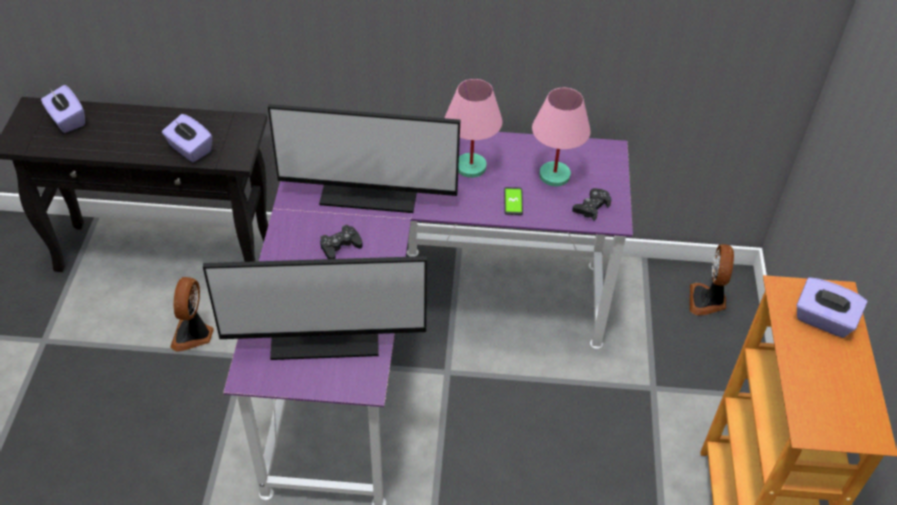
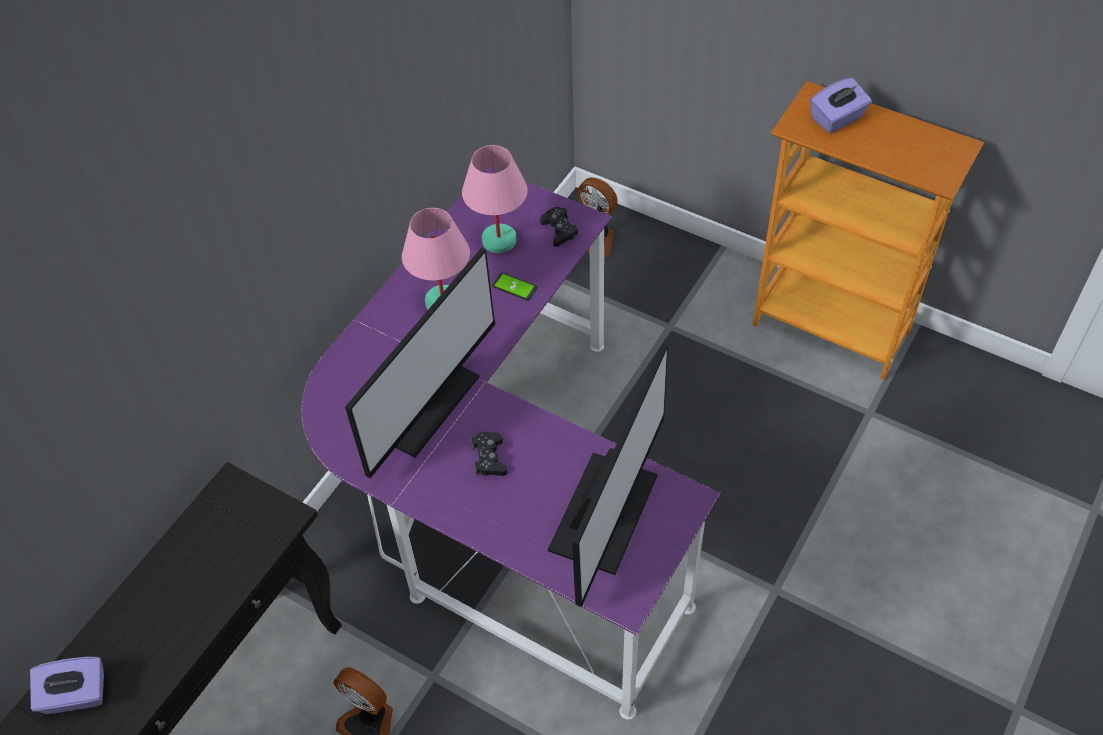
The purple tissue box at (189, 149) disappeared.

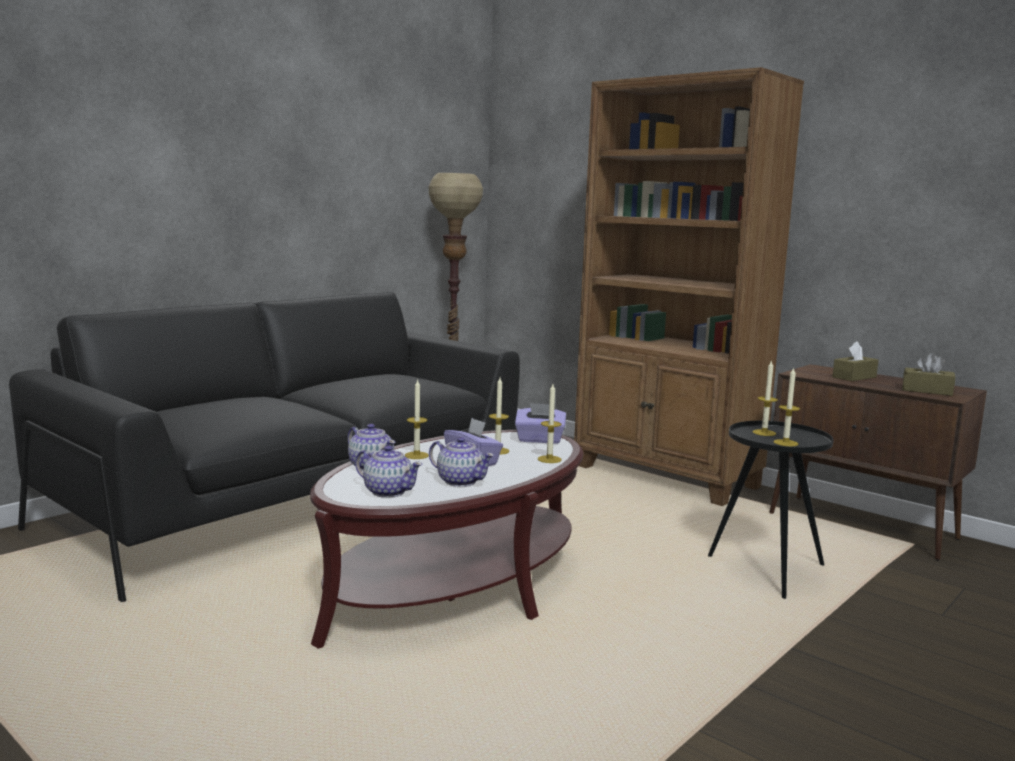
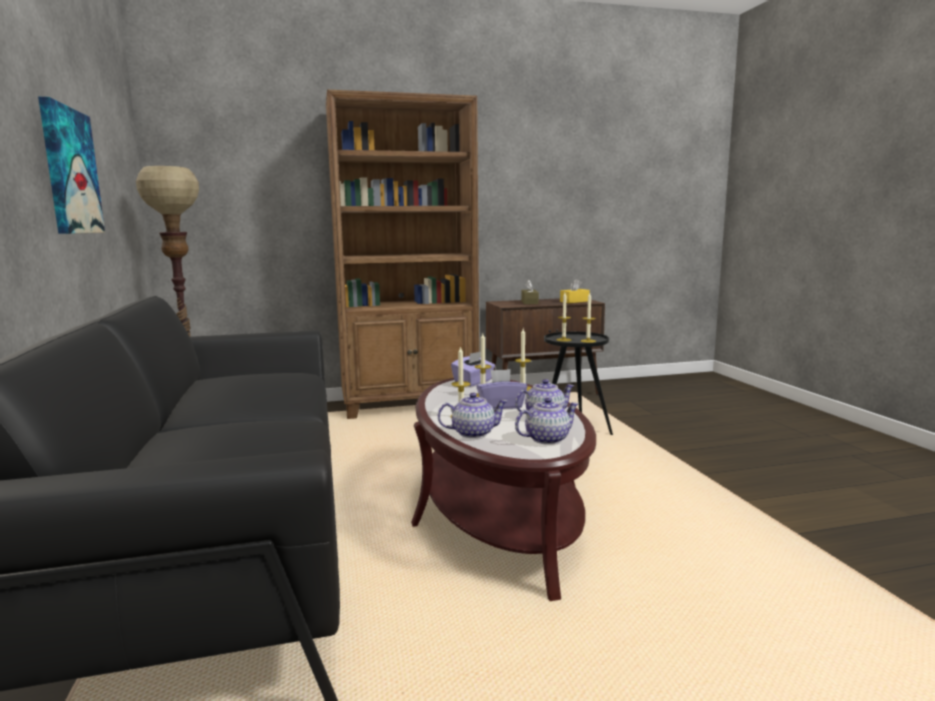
The picture at (70, 171) appeared.
The brown tissue box at (926, 391) became the yellow tissue box at (574, 301).

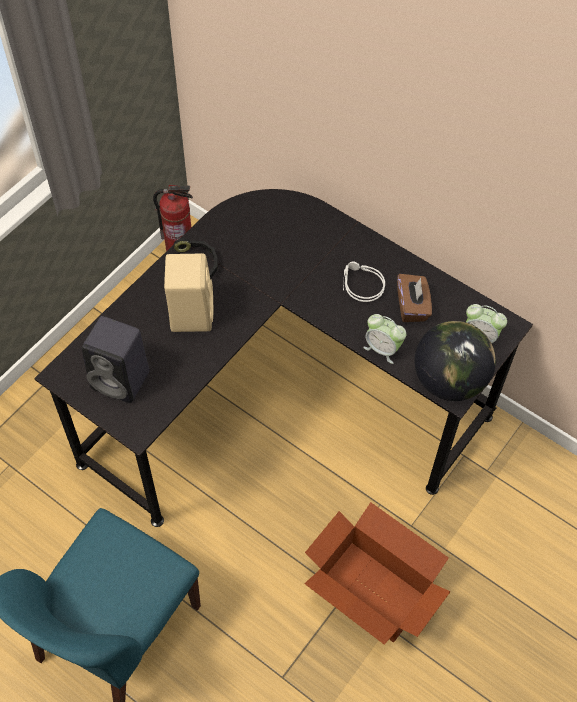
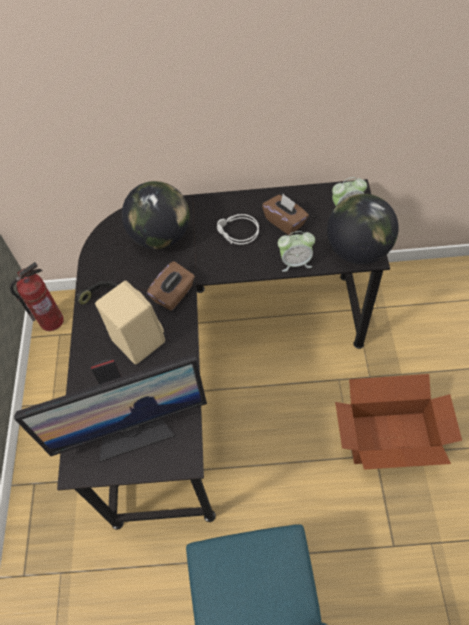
The globe at (161, 236) appeared.
The brown tissue box at (174, 294) appeared.
The black speaker at (122, 380) was replaced by the monitor at (133, 431).

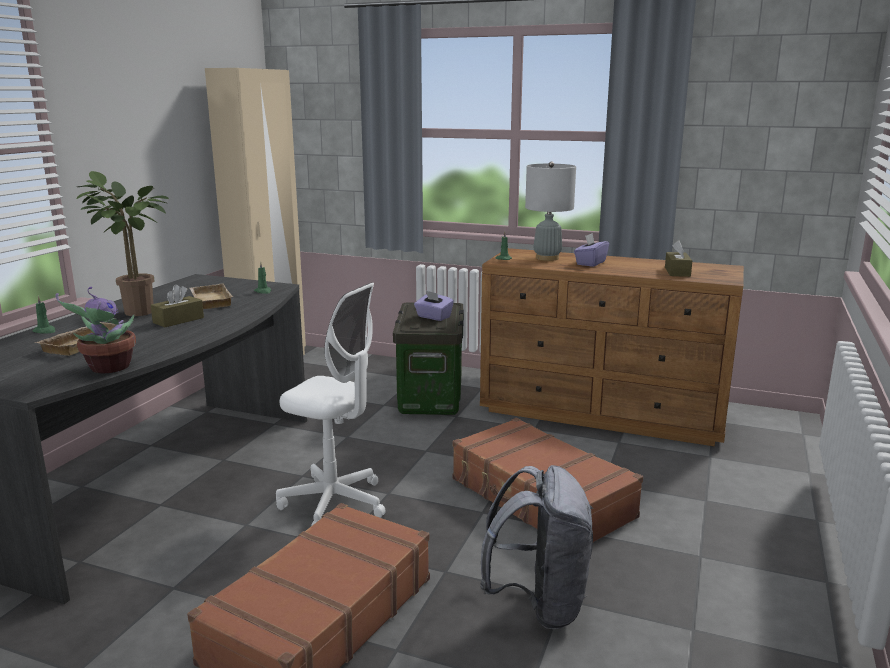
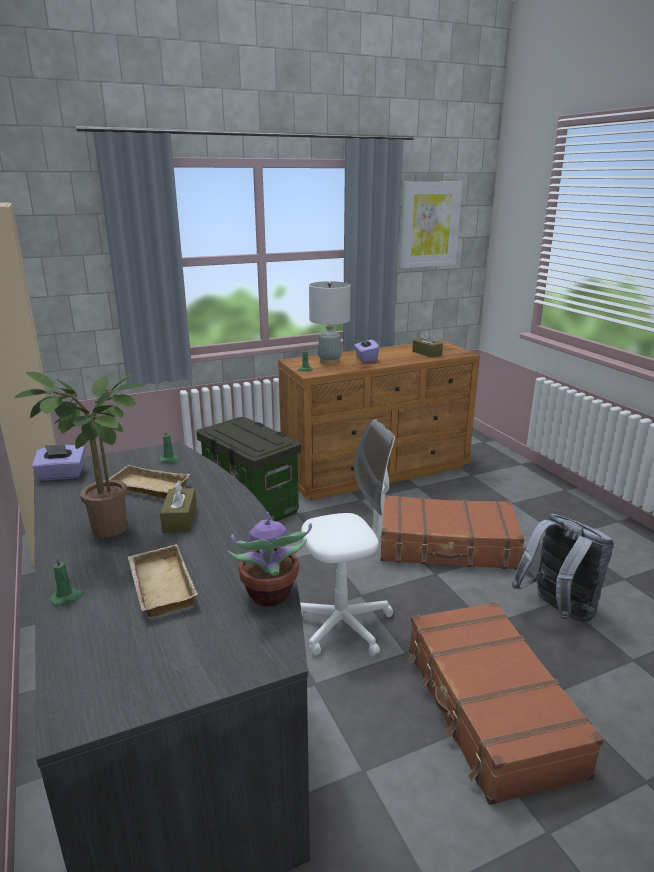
The picture at (429, 224) appeared.
The purple tissue box moved from (433, 317) to (62, 475).

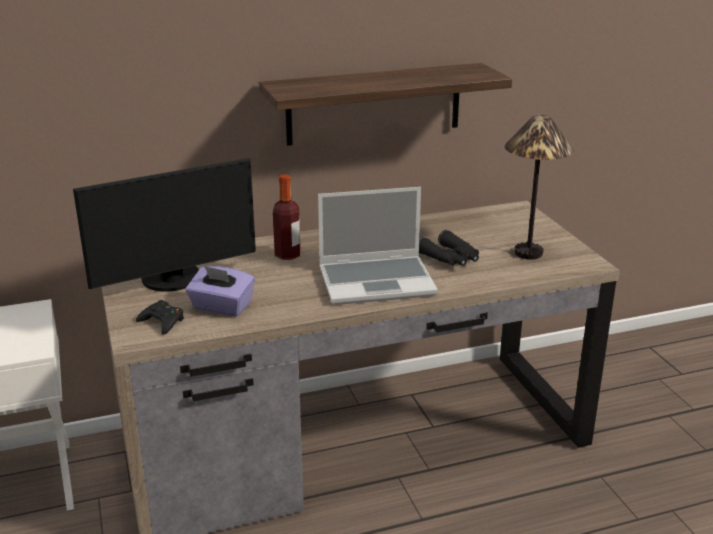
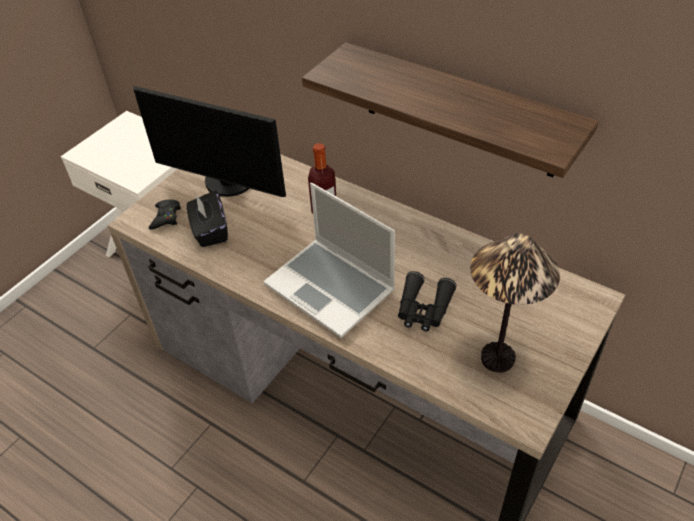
The purple tissue box at (221, 307) became the black tissue box at (210, 231).

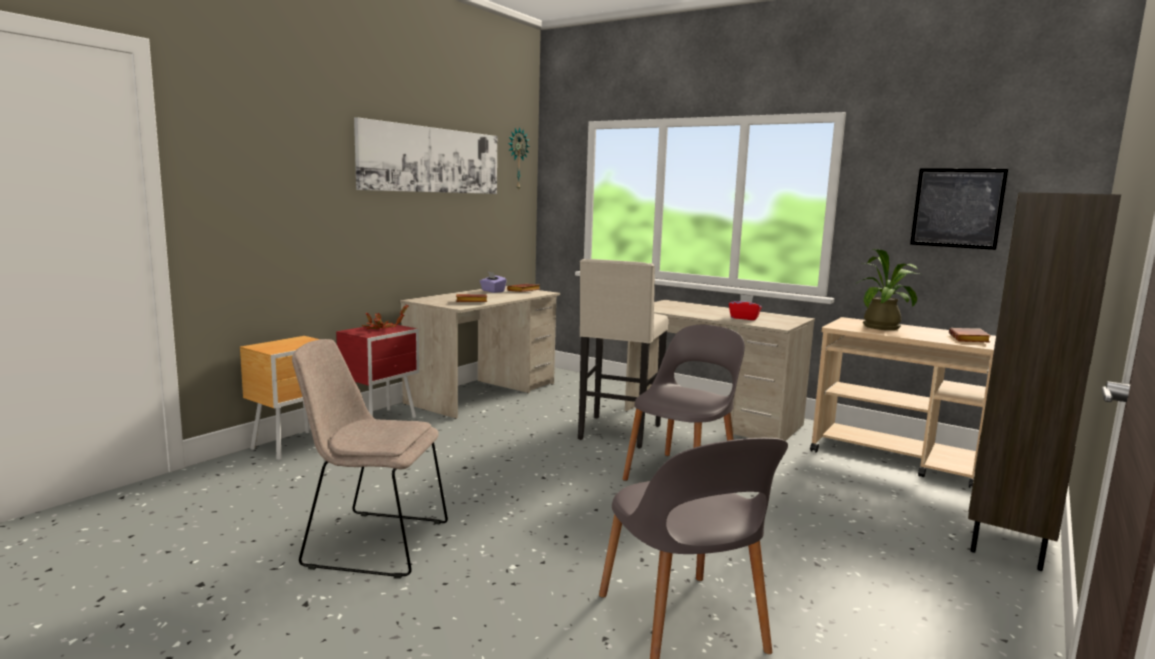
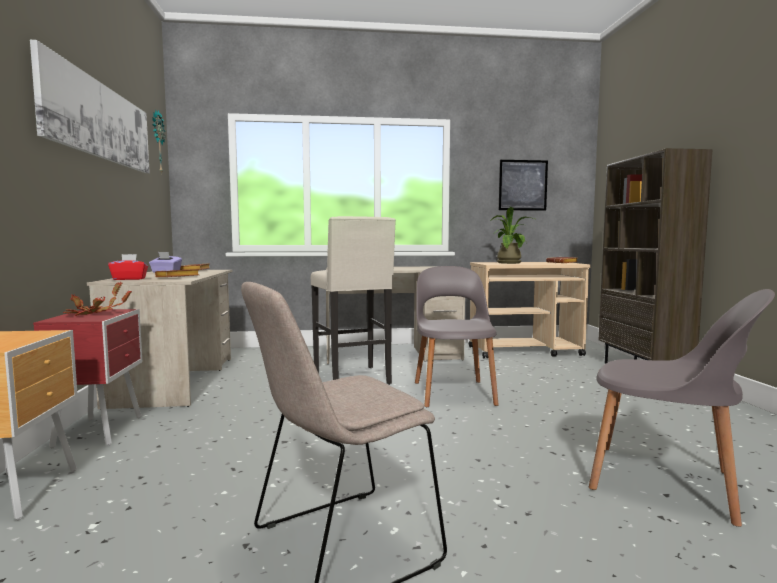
The red tissue box moved from (744, 318) to (129, 279).

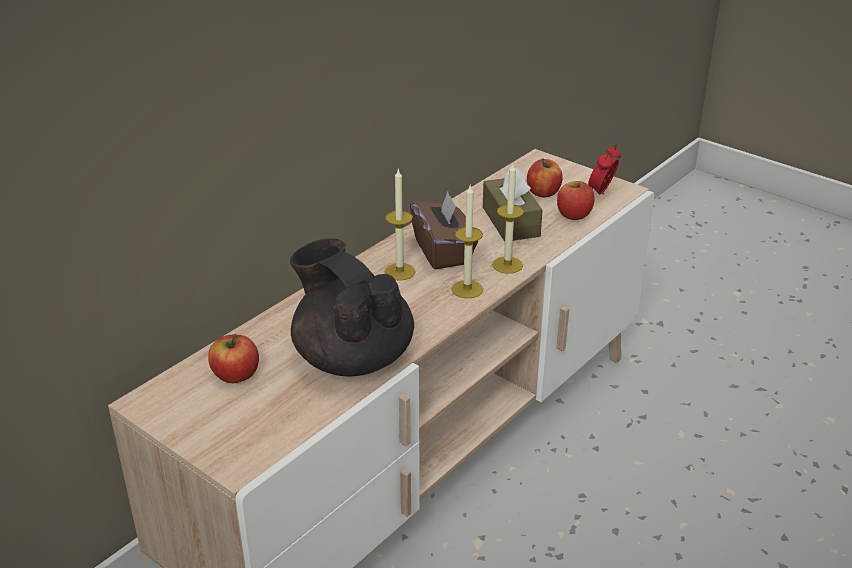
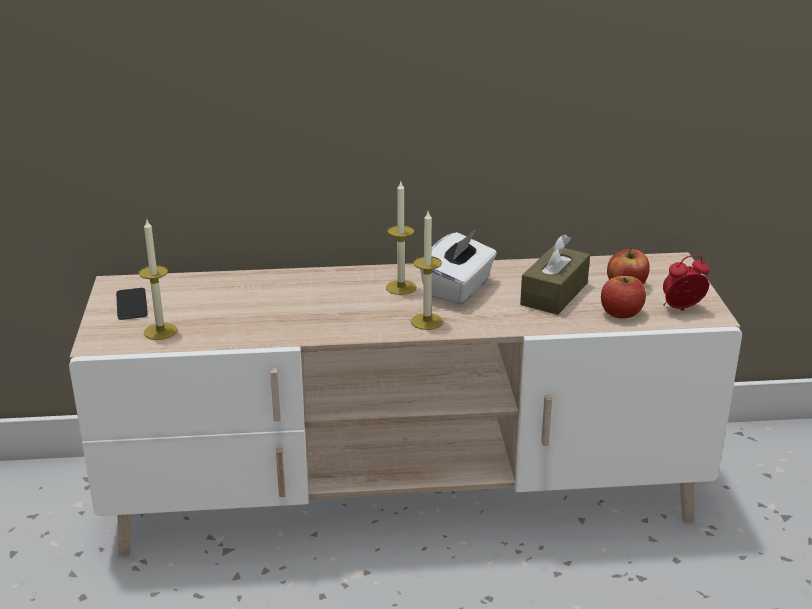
The apple at (236, 375) disappeared.
The black teapot at (352, 357) disappeared.
The phone at (131, 305) appeared.
The candle moved from (507, 265) to (160, 331).
The brown tissue box at (443, 251) became the white tissue box at (458, 289).

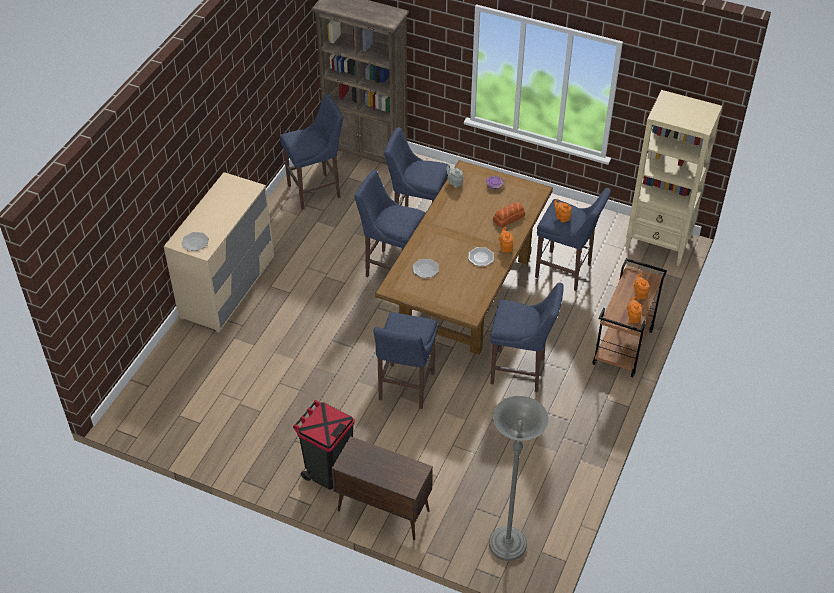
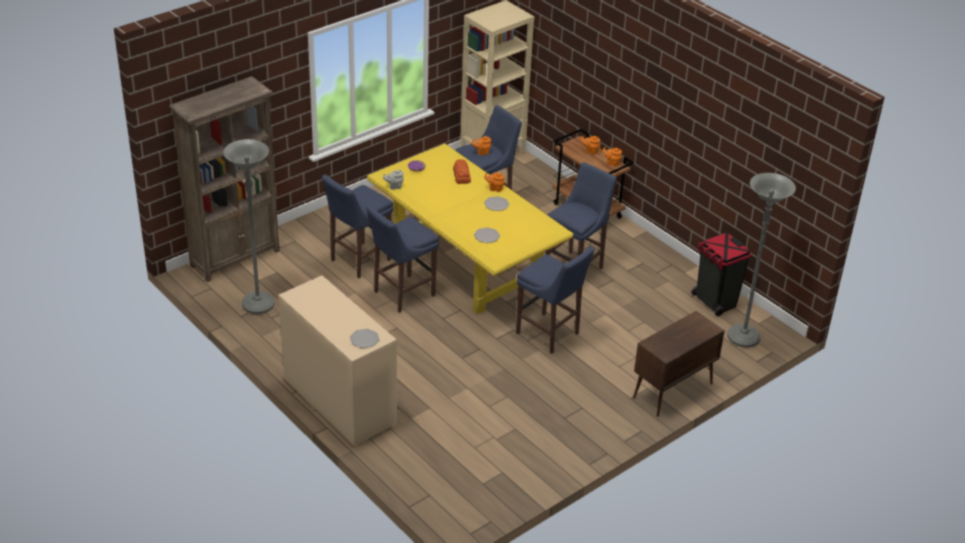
The black trash can moved from (328, 470) to (715, 302).
The blue stool at (316, 191) was replaced by the grey floor lamp at (258, 304).
The brown dining table at (465, 293) became the yellow dining table at (467, 265).

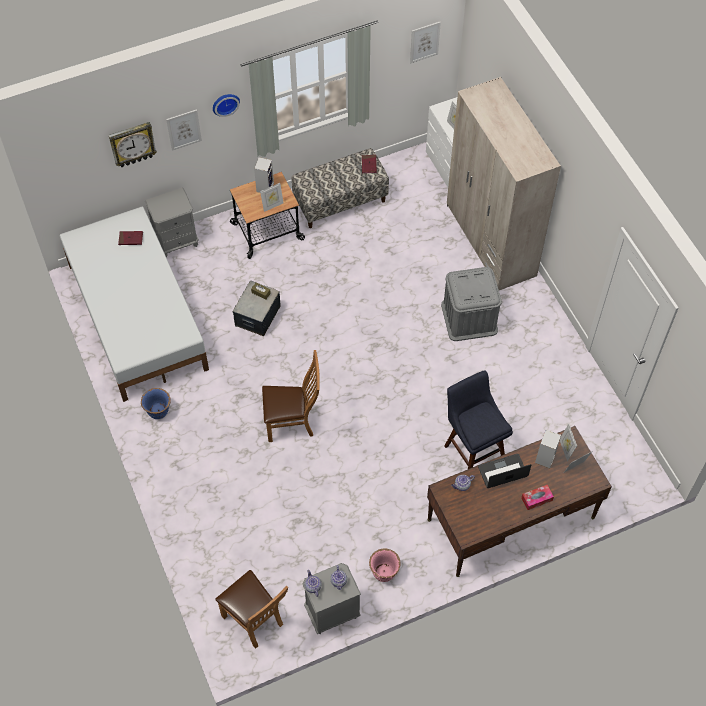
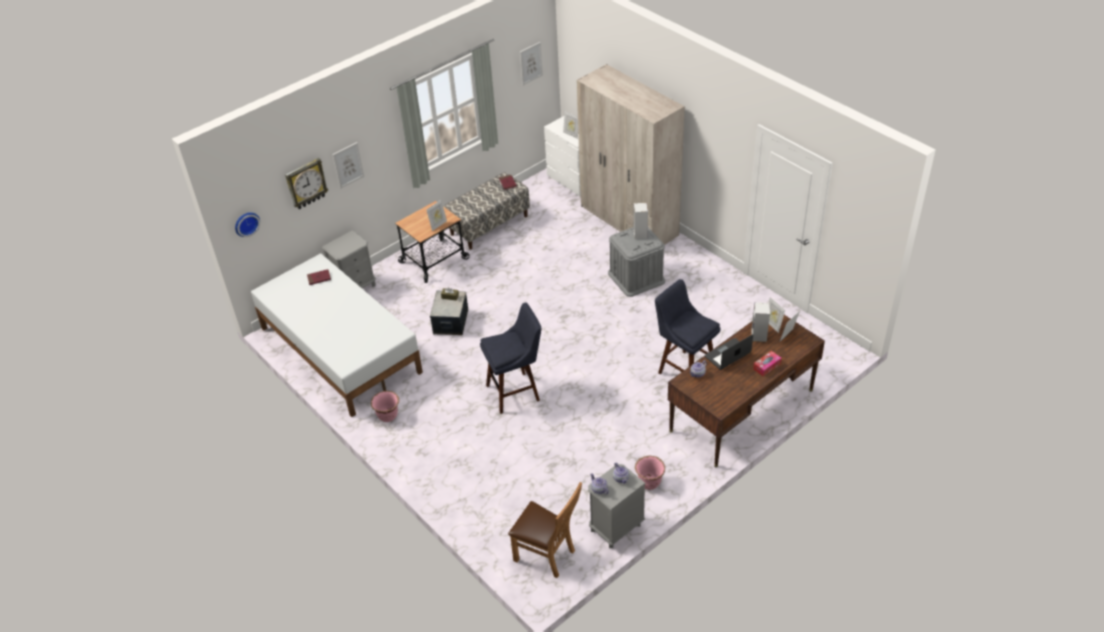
The wall clock moved from (225, 103) to (246, 223).
The speaker moved from (265, 187) to (639, 233).
The brown chair at (293, 423) was replaced by the blue stool at (516, 391).
The blue planter at (158, 411) became the pink planter at (388, 416).

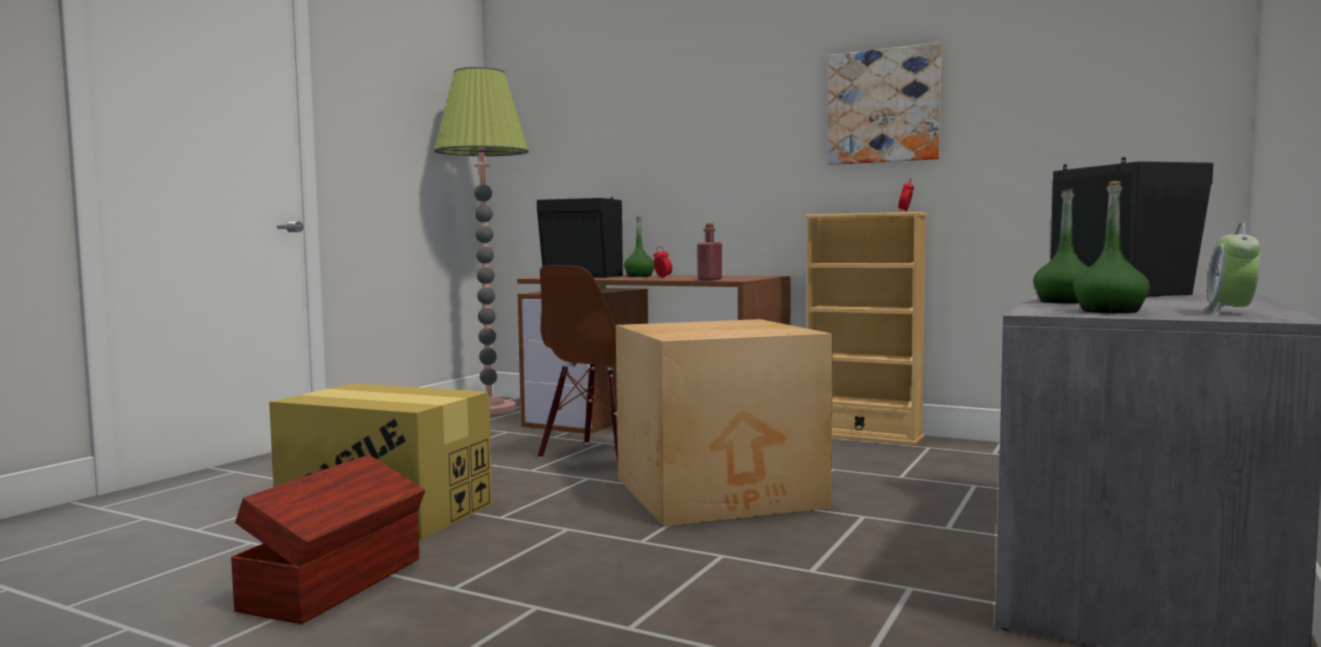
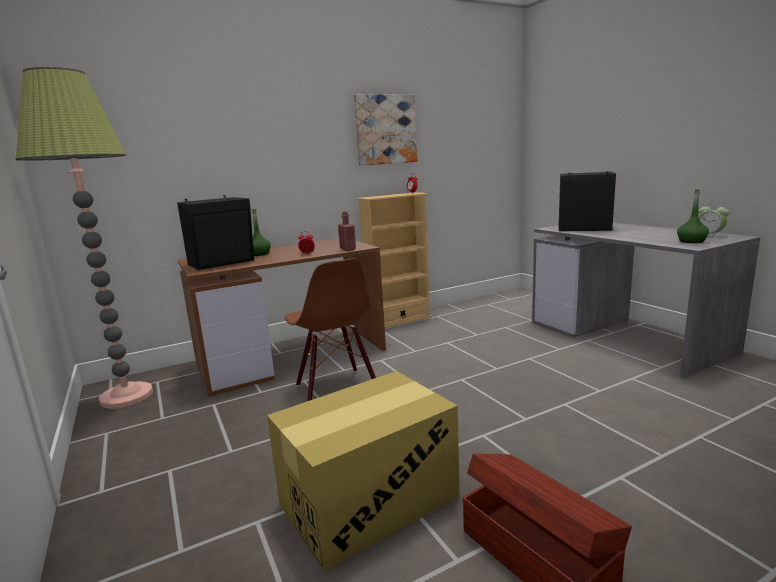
The cardboard box at (721, 493) disappeared.
The green bottle at (1064, 302) disappeared.

